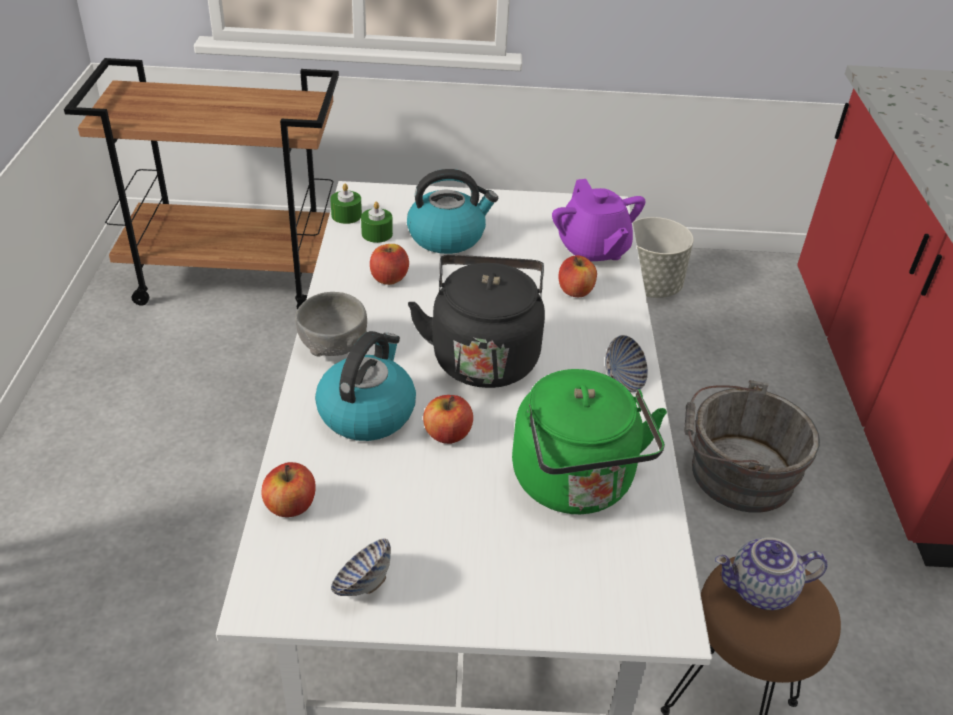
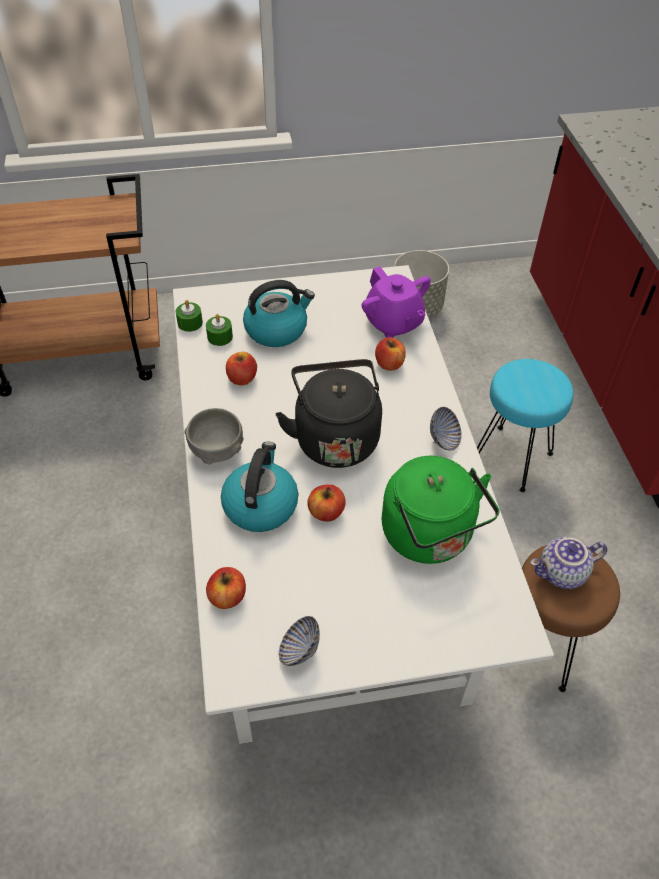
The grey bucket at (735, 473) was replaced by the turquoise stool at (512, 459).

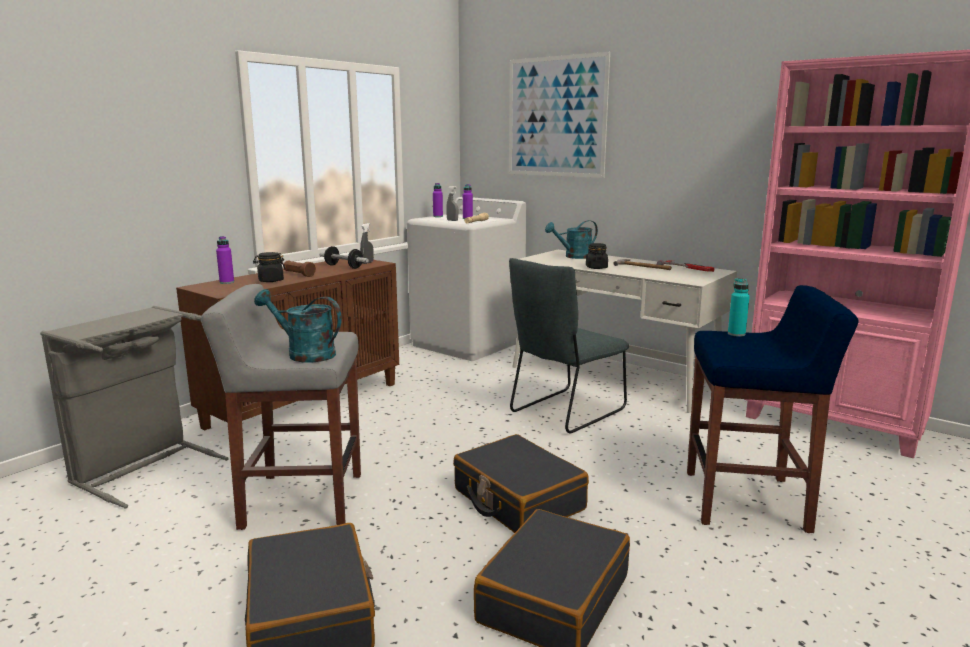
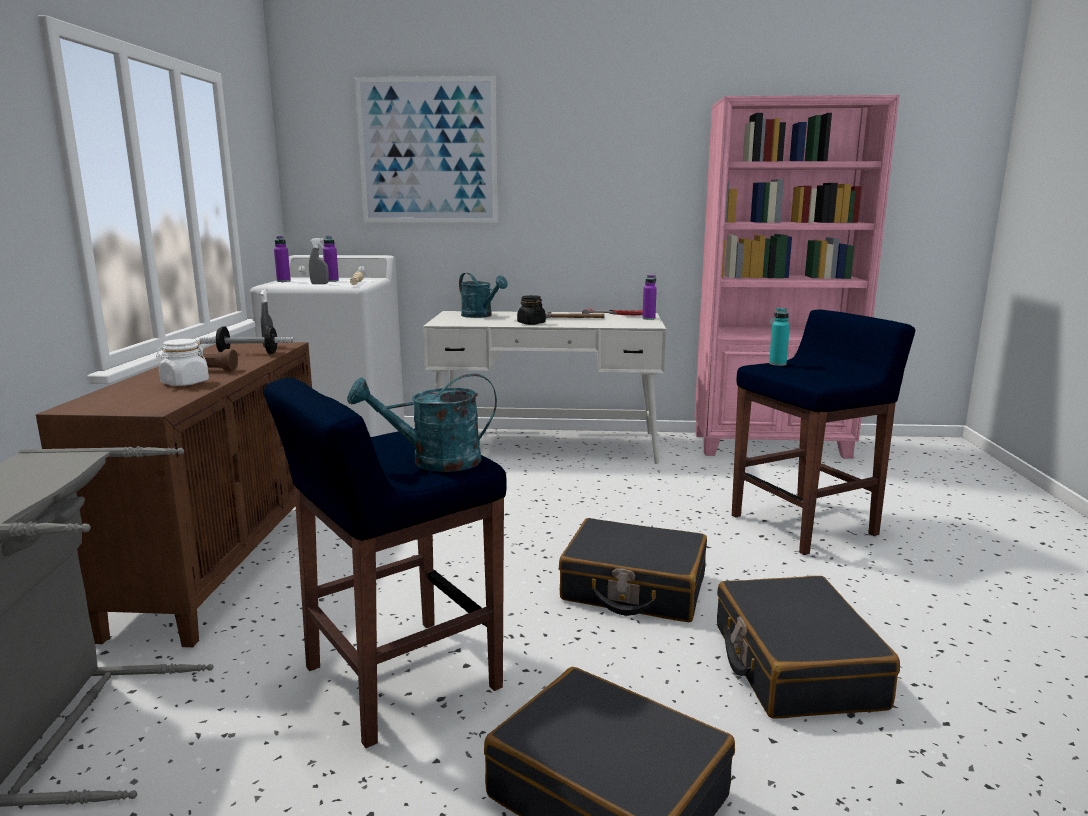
The grey chair at (564, 412) disappeared.
The purple bottle moved from (227, 282) to (648, 318).
The grey stool at (300, 500) became the blue stool at (398, 679).
The black jar at (270, 280) became the white jar at (185, 383).
The turquoise watering can at (574, 257) turned 75 degrees counterclockwise.

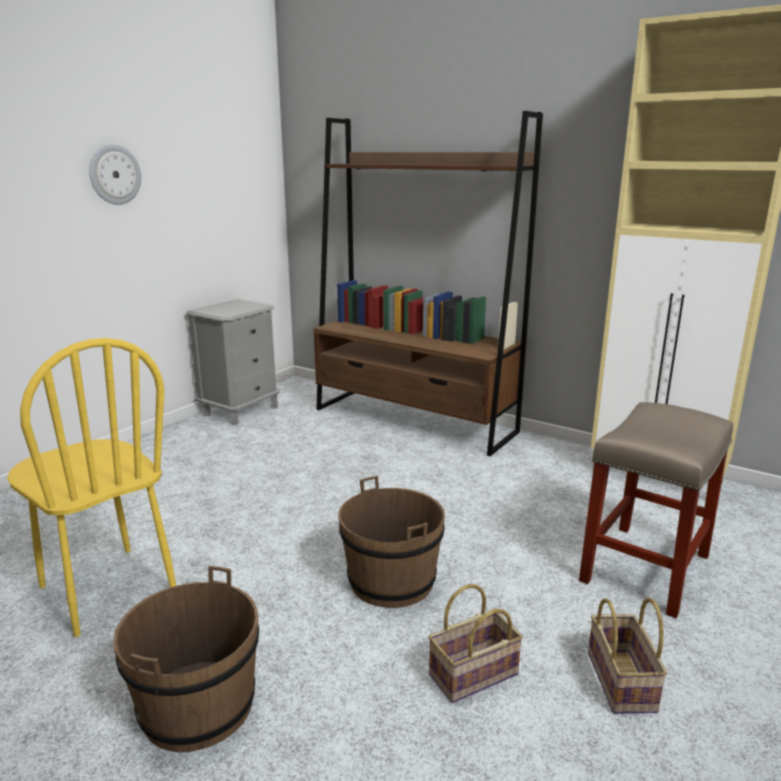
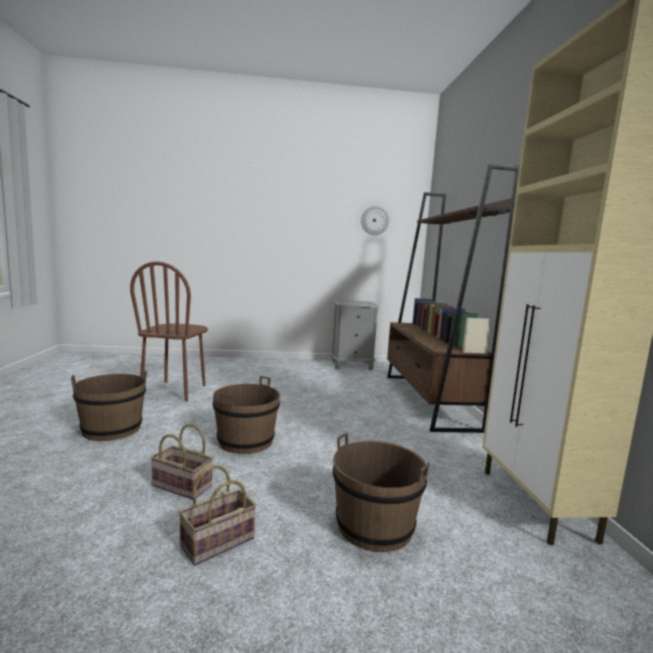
The wall clock moved from (114, 174) to (375, 220).
The beige stool at (645, 569) was replaced by the brown bucket at (374, 526).
The yellow chair at (106, 588) became the brown chair at (174, 391).

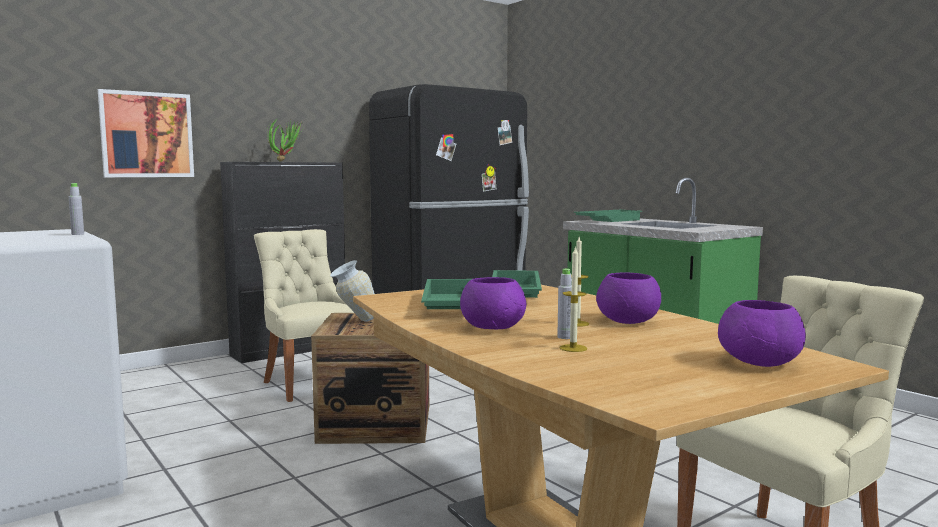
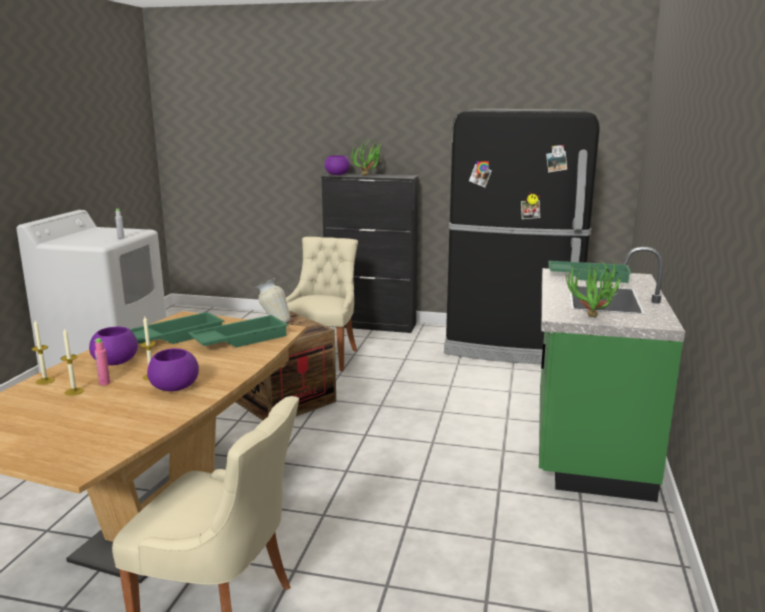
The picture at (147, 135) disappeared.
The candle at (45, 381) appeared.
The potted plant at (592, 319) appeared.
The purple bowl moved from (760, 362) to (337, 174).
The grey bottle at (565, 337) became the pink bottle at (104, 383).

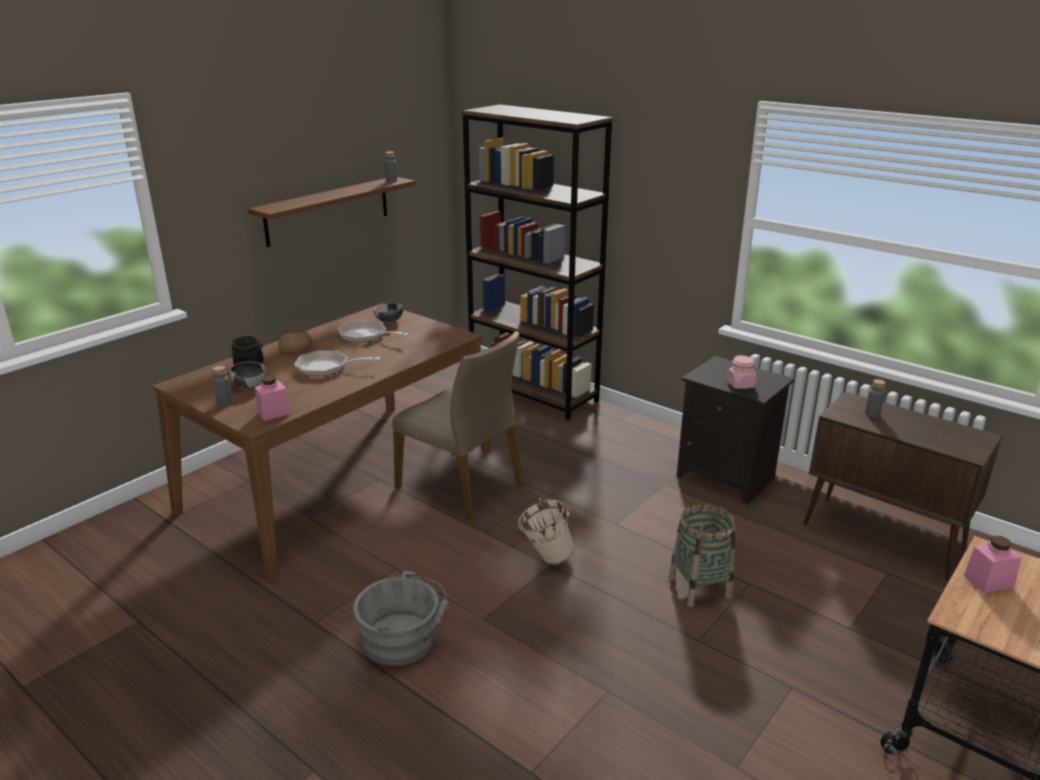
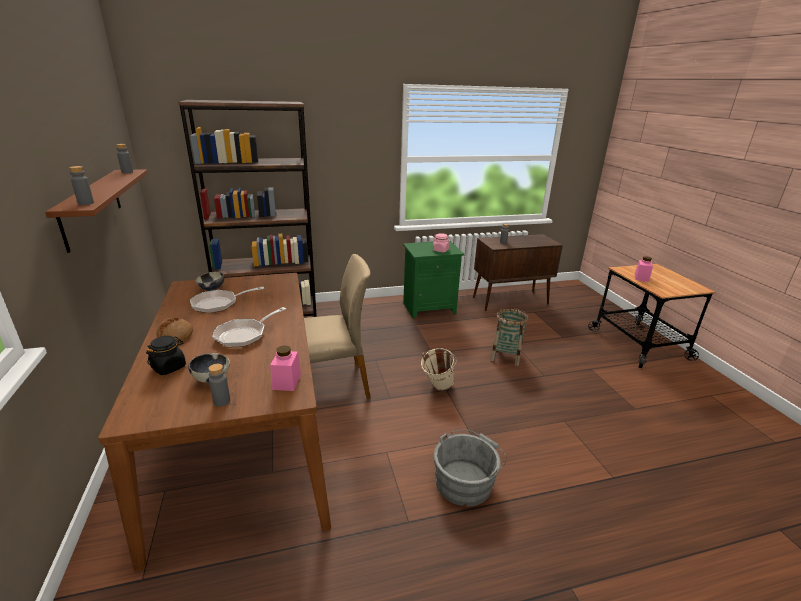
The grey bottle at (86, 203) appeared.
The black nightstand at (727, 477) became the green nightstand at (429, 308).

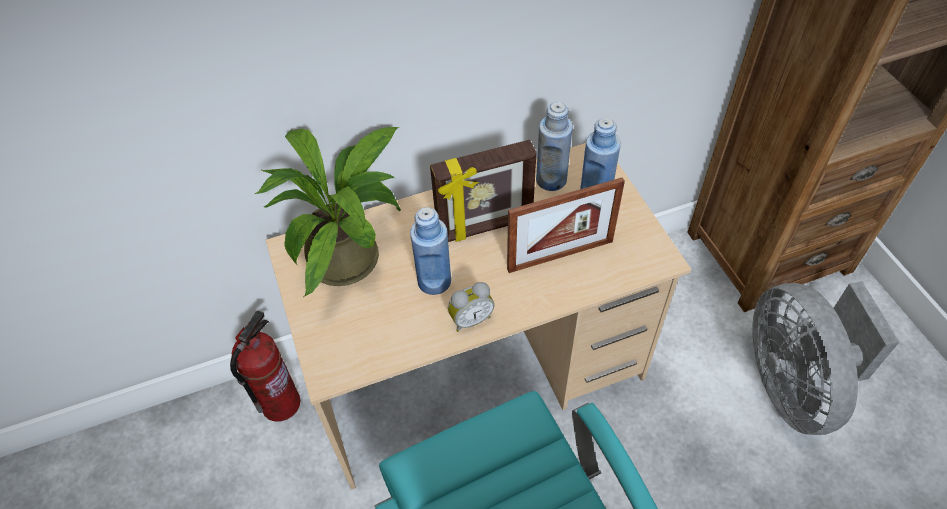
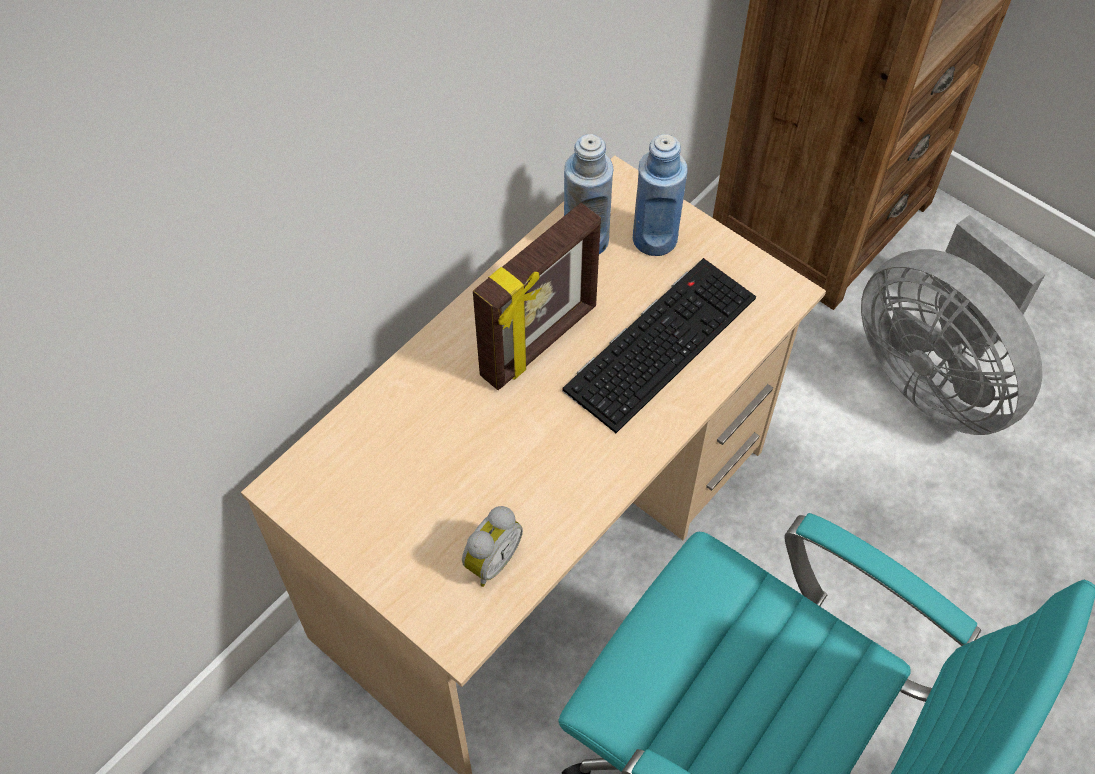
The fire extinguisher at (280, 403) disappeared.
The potted plant at (352, 256) disappeared.
The blue bottle at (434, 281) disappeared.
The alarm clock moved from (470, 319) to (490, 560).
The picture frame at (560, 255) was replaced by the keyboard at (660, 340).

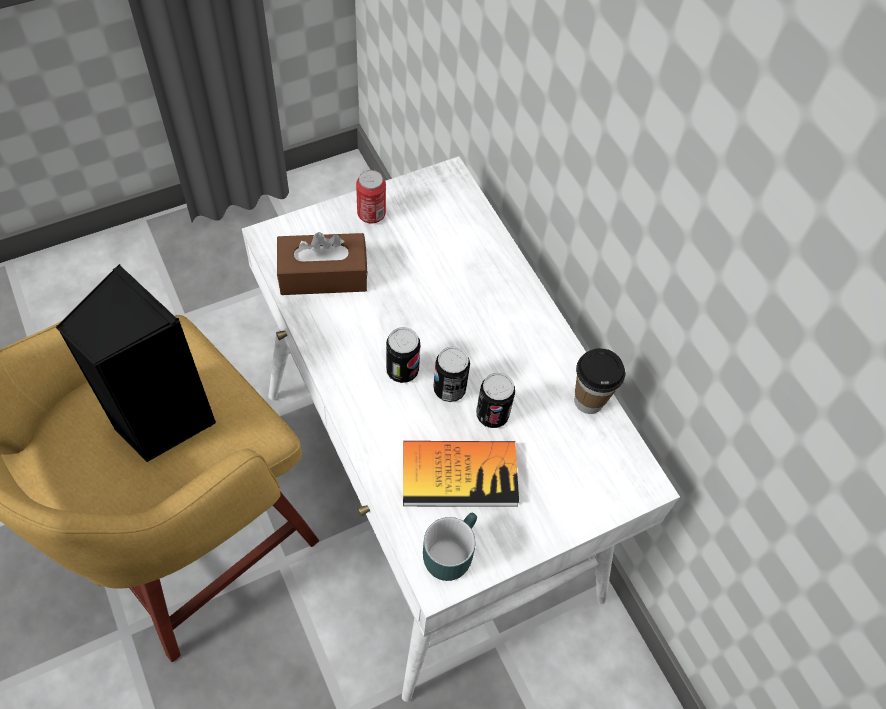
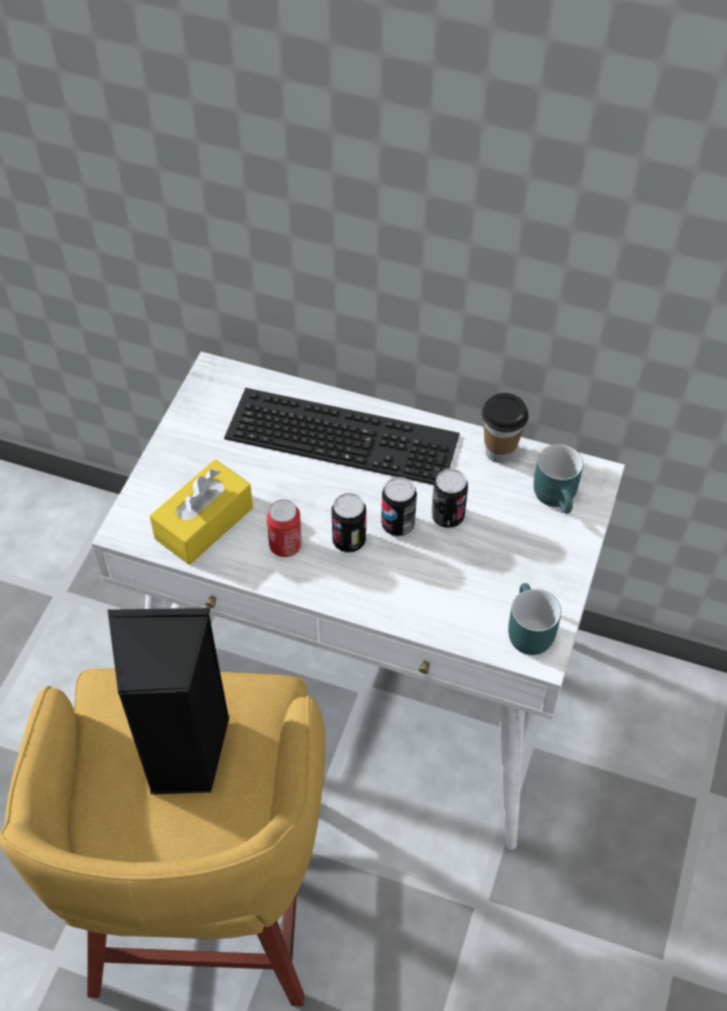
The book at (459, 474) disappeared.
The keyboard at (345, 434) appeared.
The turquoise mug at (559, 497) appeared.
The can moved from (371, 214) to (285, 545).
The brown tissue box at (323, 275) became the yellow tissue box at (204, 523).

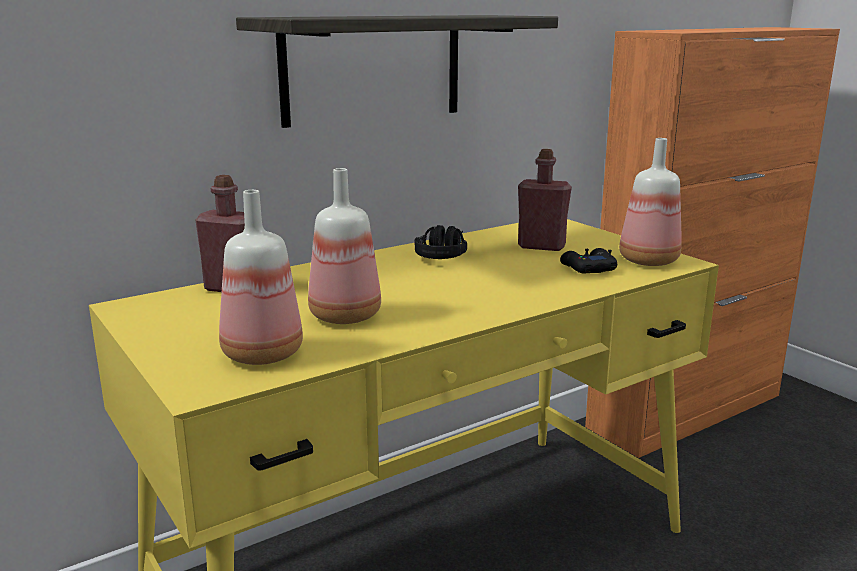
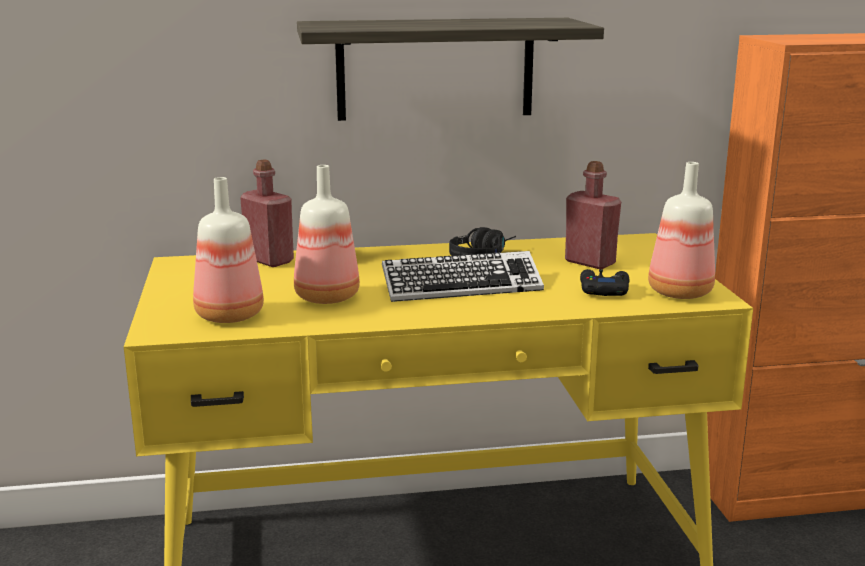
The keyboard at (462, 286) appeared.

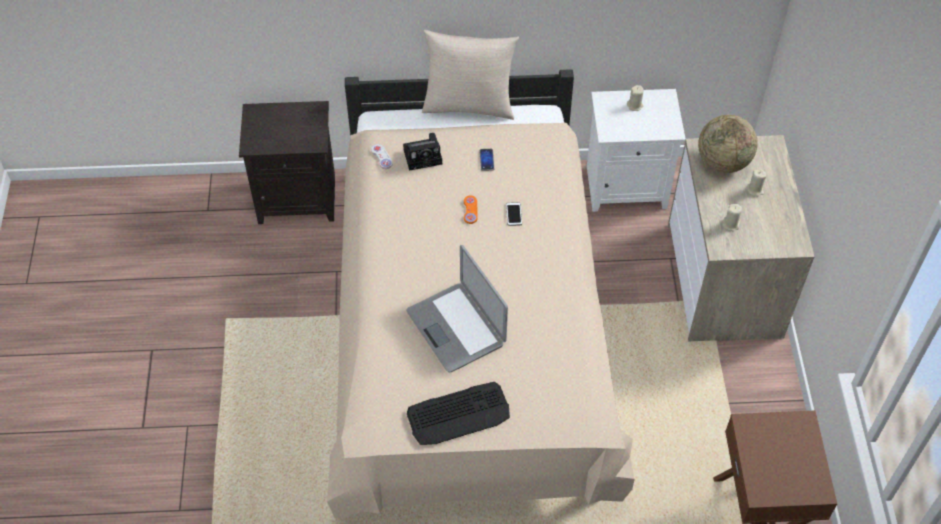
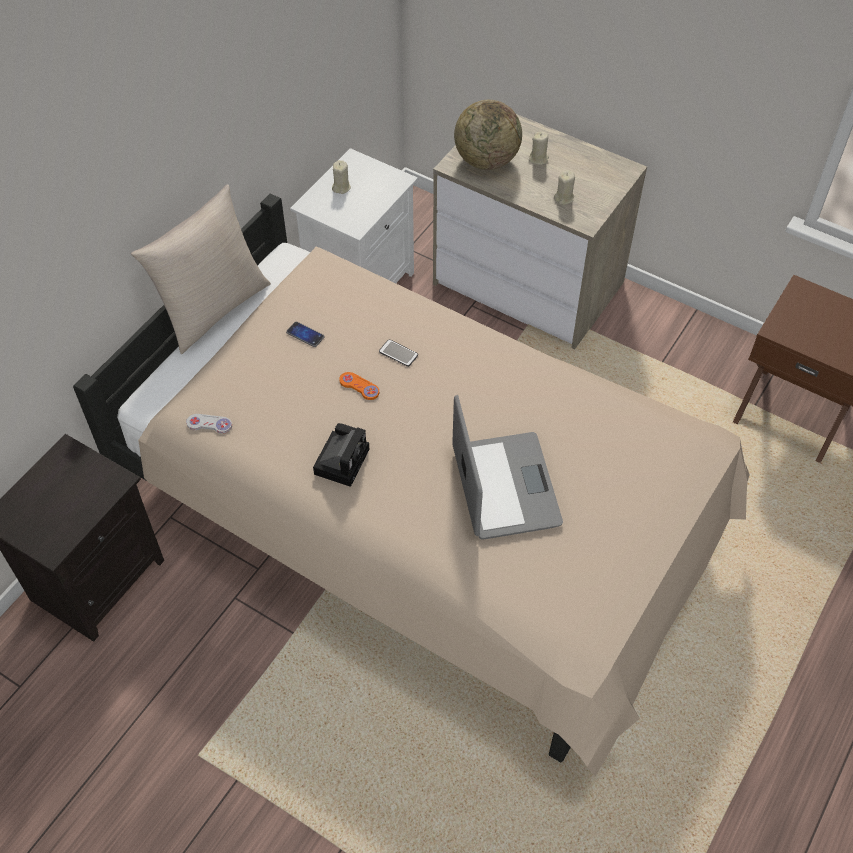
The keyboard at (459, 414) disappeared.
The photo camera moved from (424, 156) to (342, 459).
The laptop at (456, 327) turned 105 degrees counterclockwise.

